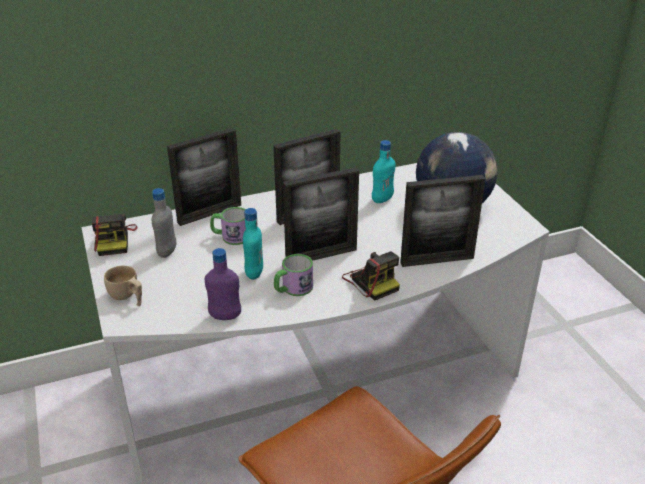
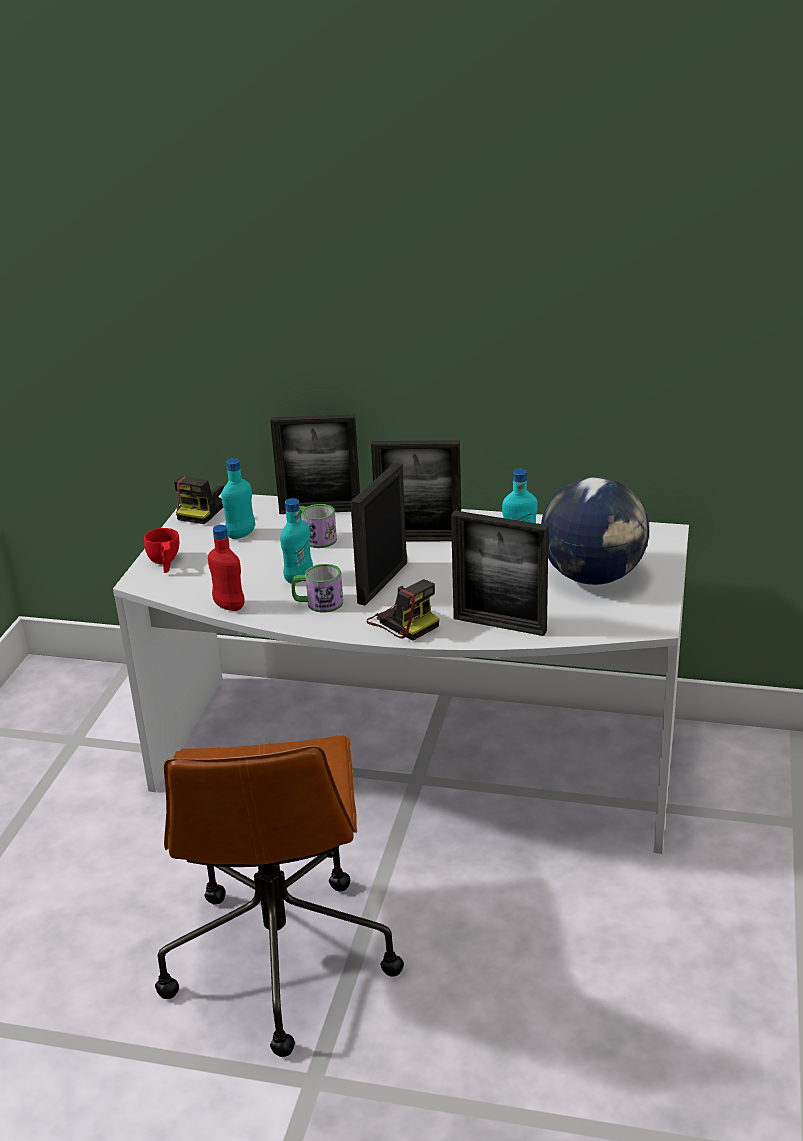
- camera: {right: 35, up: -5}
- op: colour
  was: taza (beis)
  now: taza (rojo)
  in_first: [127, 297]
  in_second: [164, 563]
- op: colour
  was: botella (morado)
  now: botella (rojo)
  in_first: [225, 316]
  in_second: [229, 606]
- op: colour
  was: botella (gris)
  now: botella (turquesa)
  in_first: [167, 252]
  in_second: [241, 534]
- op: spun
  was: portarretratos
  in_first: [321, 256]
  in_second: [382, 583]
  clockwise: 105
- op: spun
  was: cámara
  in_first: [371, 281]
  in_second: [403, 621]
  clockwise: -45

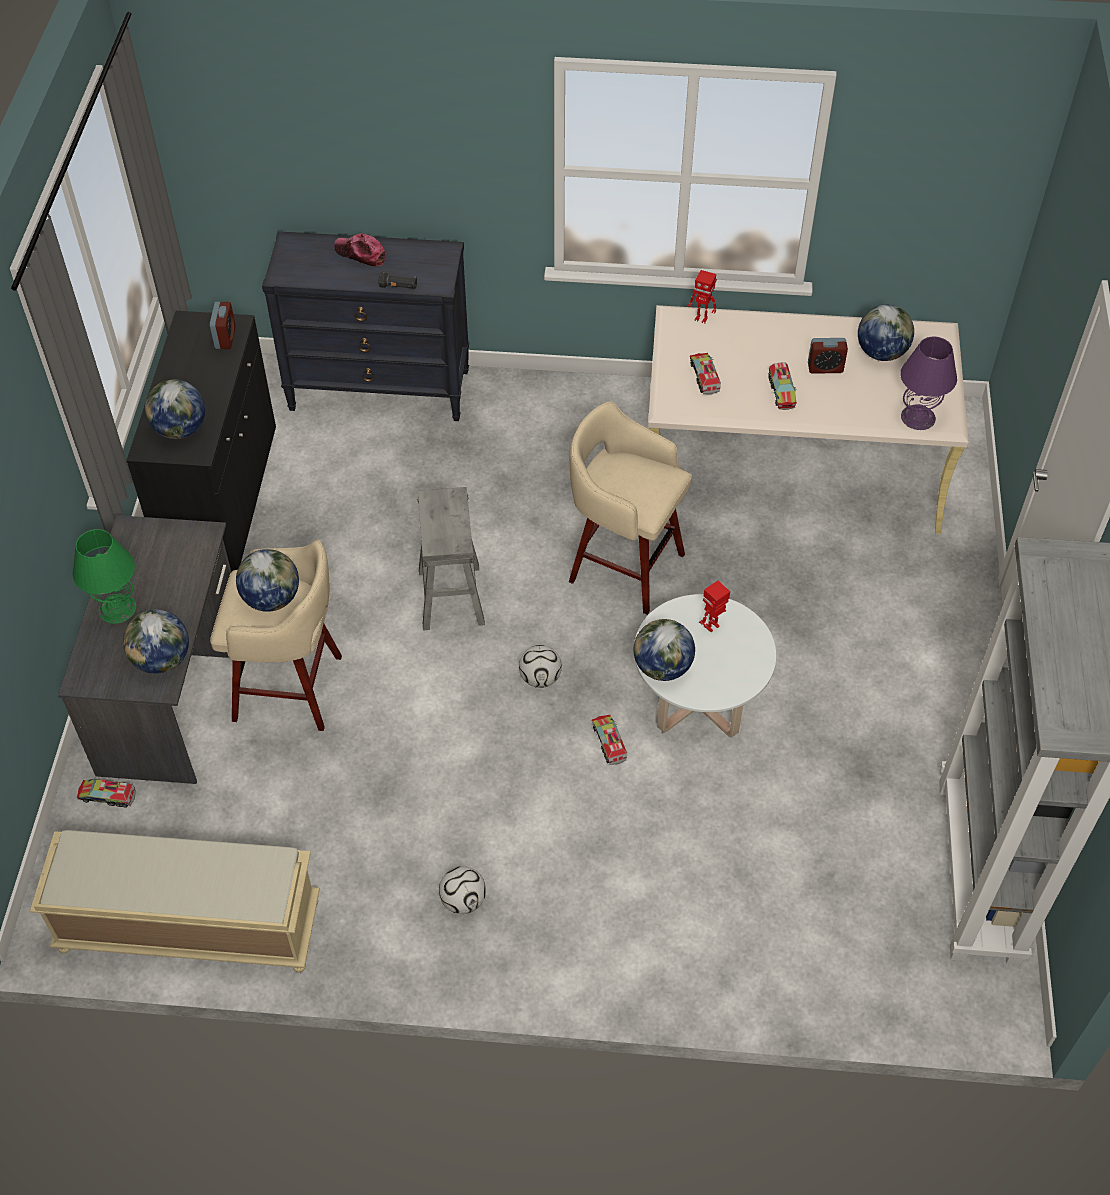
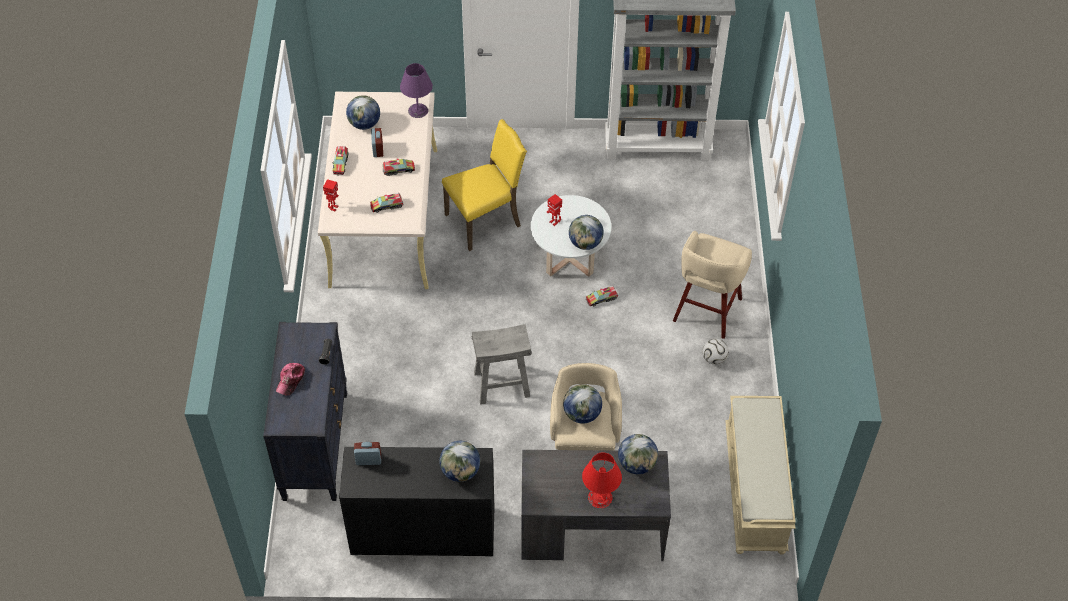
- camera: {right: -95, up: 0}
- op: relocated
  was: camión de juguete
  in_first: [107, 796]
  in_second: [340, 163]
- op: appeared
  now: silla (amarillo)
  in_second: [485, 221]
- op: colour
  was: lámpara de mesa (verde)
  now: lámpara de mesa (rojo)
  in_first: [117, 608]
  in_second: [599, 497]
- op: relocated
  was: taburete (beis)
  in_first: [623, 566]
  in_second: [706, 311]
- op: missing
  was: balón de fútbol
  in_first: [540, 678]

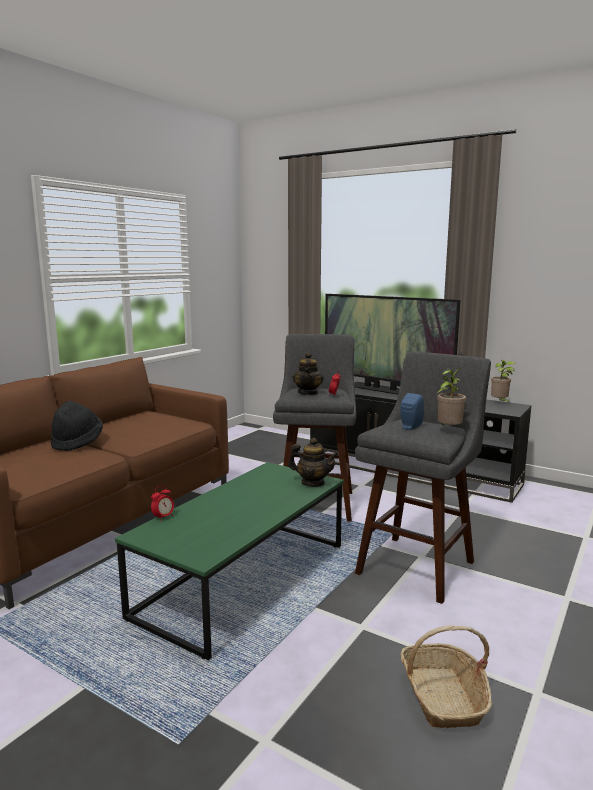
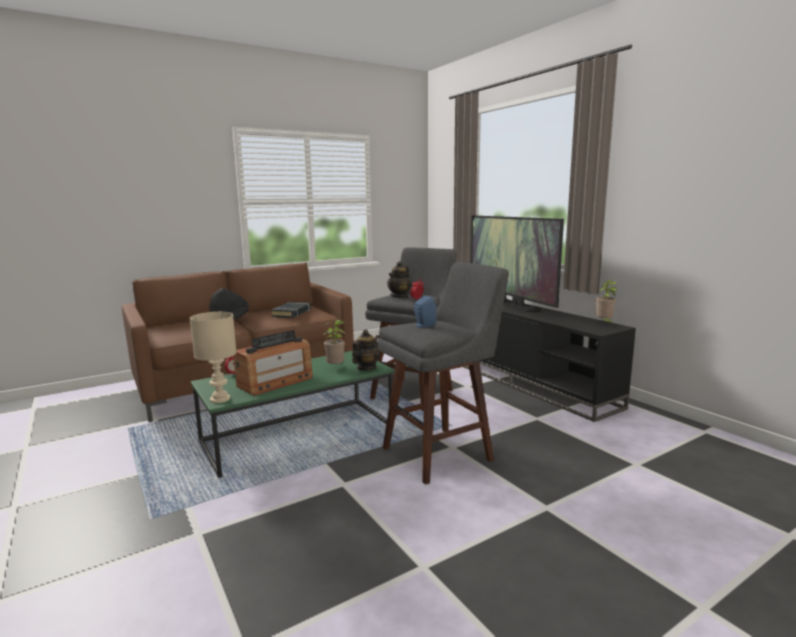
- camera: {right: 25, up: 0}
- op: appeared
  now: lámpara de mesa (beis)
  in_second: [219, 399]
- op: appeared
  now: radio
  in_second: [275, 382]
- op: appeared
  now: libro (negro)
  in_second: [292, 313]
- op: relocated
  was: planta en maceta
  in_first: [449, 430]
  in_second: [336, 368]
- op: spun
  was: tetera
  in_first: [313, 483]
  in_second: [366, 368]
  clockwise: -105
- op: missing
  was: cesta
  in_first: [443, 697]

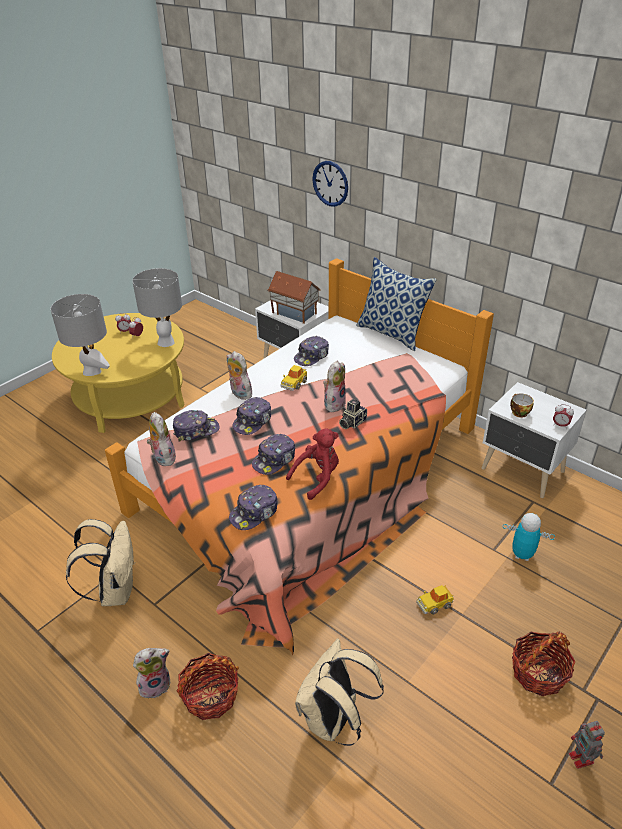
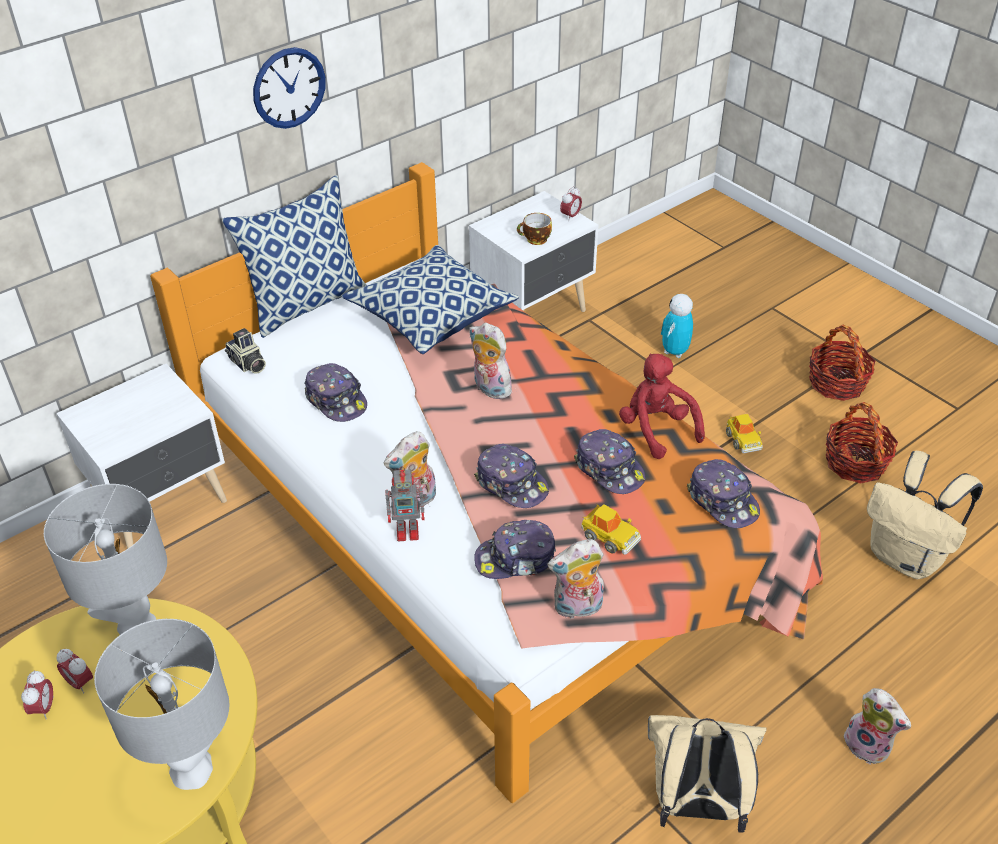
- camera: {right: -80, up: 5}
- op: relocated
  was: cámara
  in_first: [351, 422]
  in_second: [247, 364]
- op: relocated
  was: reloj de pared
  in_first: [330, 183]
  in_second: [289, 88]
- op: appeared
  now: cojín
  in_second: [431, 315]
- op: relocated
  was: robot de juguete
  in_first: [582, 759]
  in_second: [409, 531]
- op: spun
  was: gorra
  in_first: [196, 430]
  in_second: [516, 559]
  clockwise: -90
- op: relocated
  was: coche de juguete
  in_first: [294, 383]
  in_second: [609, 537]
- op: relocated
  was: cesta
  in_first: [210, 695]
  in_second: [855, 463]
- op: spun
  was: peluche
  in_first: [155, 684]
  in_second: [869, 745]
  clockwise: 150
- op: missing
  was: casita
  in_first: [295, 312]

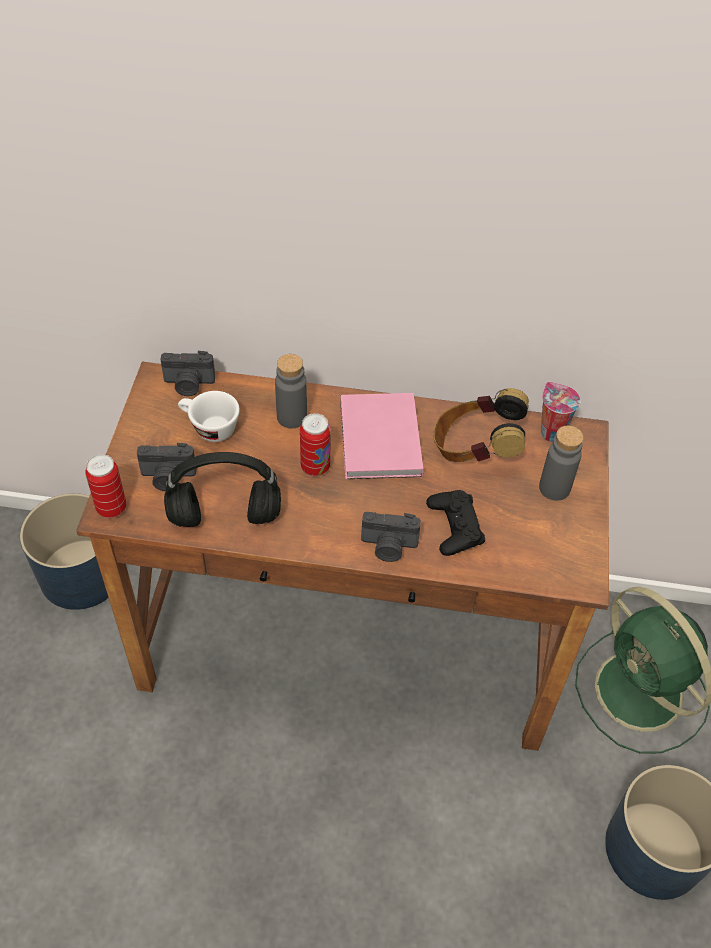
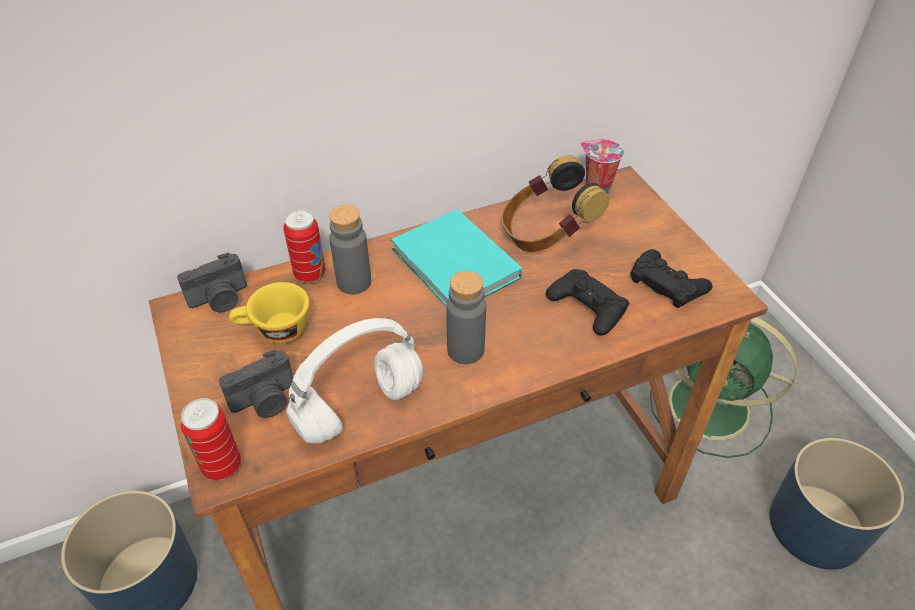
- camera: {right: -30, up: -5}
- op: colour
  was: taza (blanco)
  now: taza (amarillo)
  in_first: [209, 428]
  in_second: [274, 331]
- op: relocated
  was: lata
  in_first: [315, 467]
  in_second: [310, 274]
- op: colour
  was: auriculares (negro)
  now: auriculares (blanco)
  in_first: [223, 517]
  in_second: [358, 411]
- op: colour
  was: libro (rosa)
  now: libro (turquesa)
  in_first: [378, 441]
  in_second: [455, 266]
- op: relocated
  was: botella (gris)
  in_first: [554, 488]
  in_second: [465, 350]
- op: appeared
  now: mando de consola (negro)
  in_second: [667, 283]
- op: missing
  was: cámara
  in_first: [388, 547]

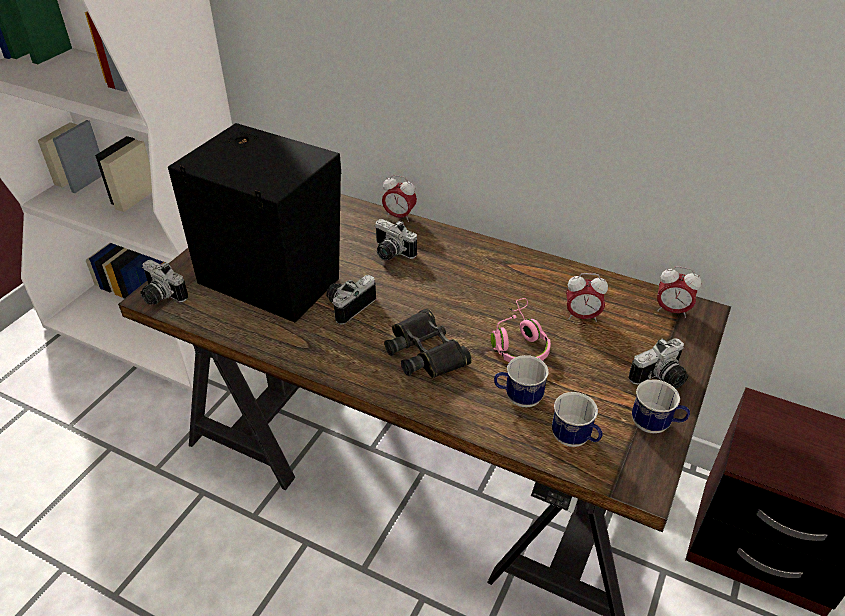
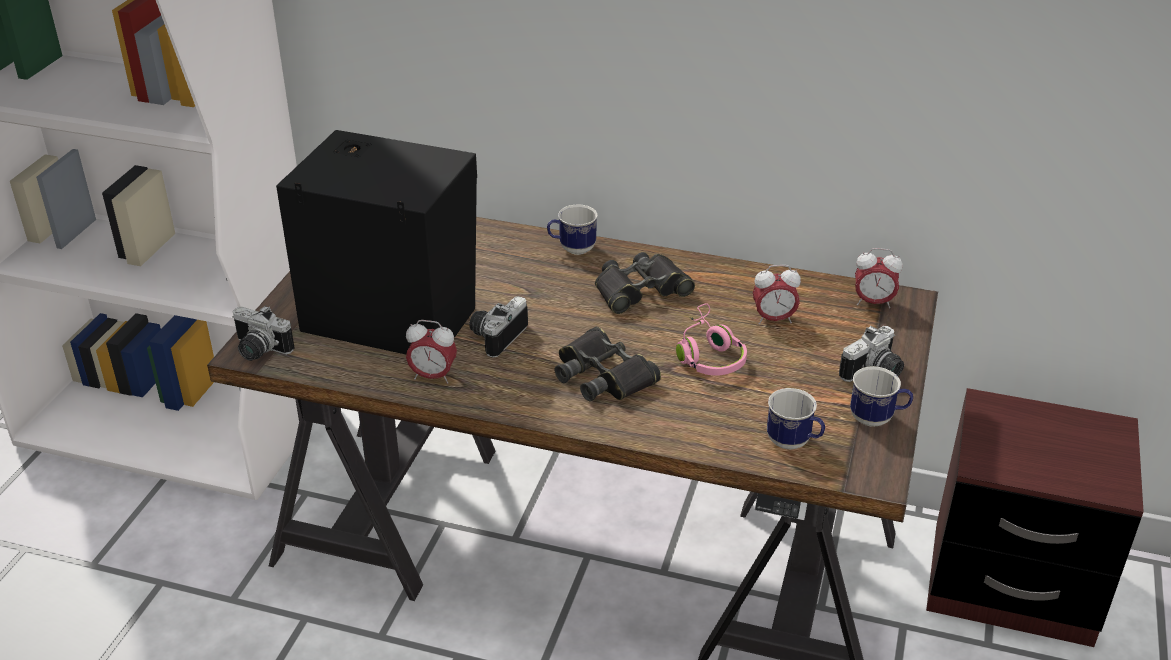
- camera: {right: -10, up: -5}
- op: relocated
  was: despertador
  in_first: [399, 216]
  in_second: [433, 376]
- op: relocated
  was: taza grande
  in_first: [518, 398]
  in_second: [572, 249]
- op: appeared
  now: prismáticos (negro)
  in_second: [640, 290]
- op: missing
  was: cámara
  in_first: [390, 253]

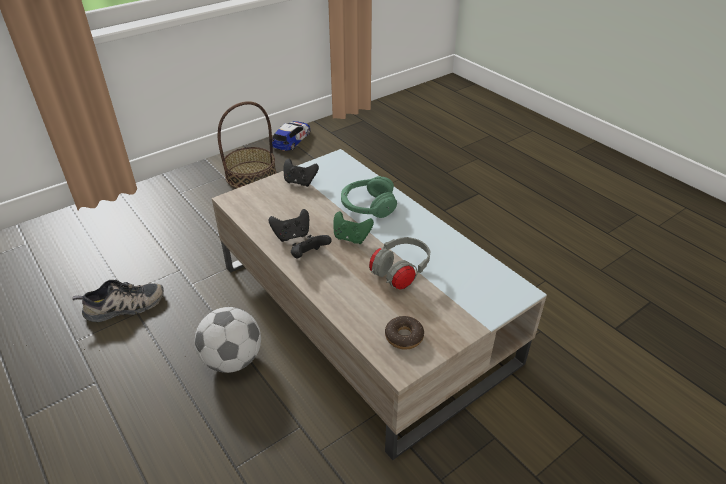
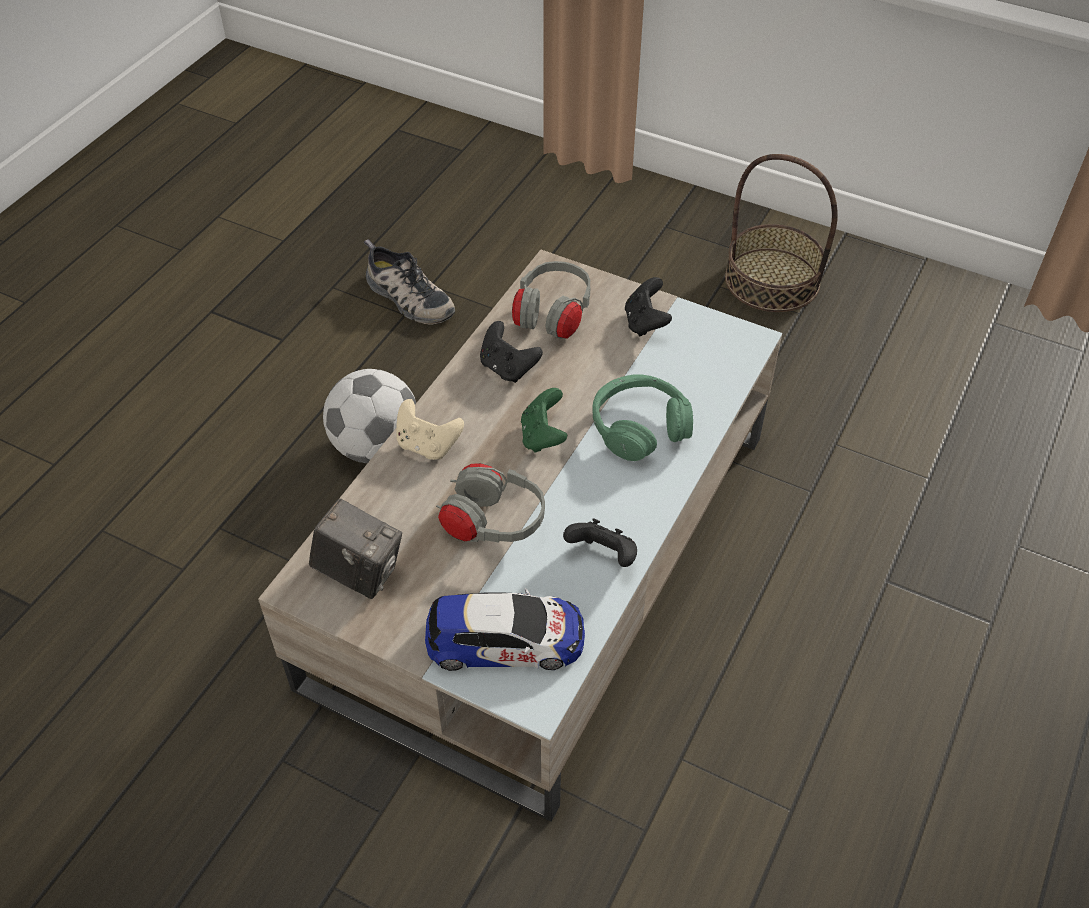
- camera: {right: 65, up: 10}
- op: exchanged
  was: rosquilla
  now: cámara
  in_first: [404, 337]
  in_second: [359, 572]
- op: appeared
  now: mando de consola (beis)
  in_second: [427, 445]
- op: relocated
  was: coche de juguete
  in_first: [291, 139]
  in_second: [505, 639]
- op: appeared
  now: auriculares (gris)
  in_second: [552, 317]
- op: relocated
  was: mando de consola (negro)
  in_first: [309, 256]
  in_second: [603, 556]

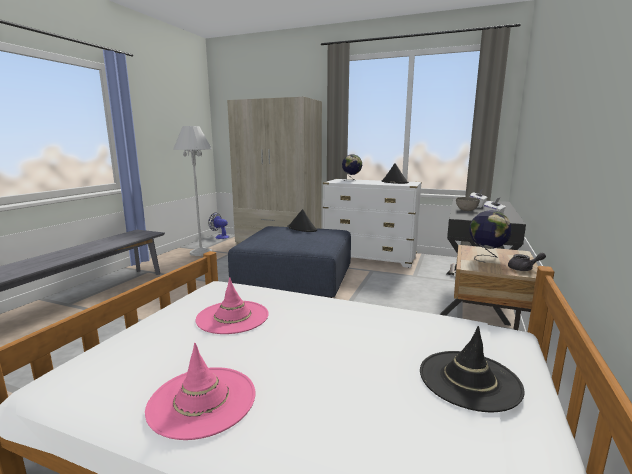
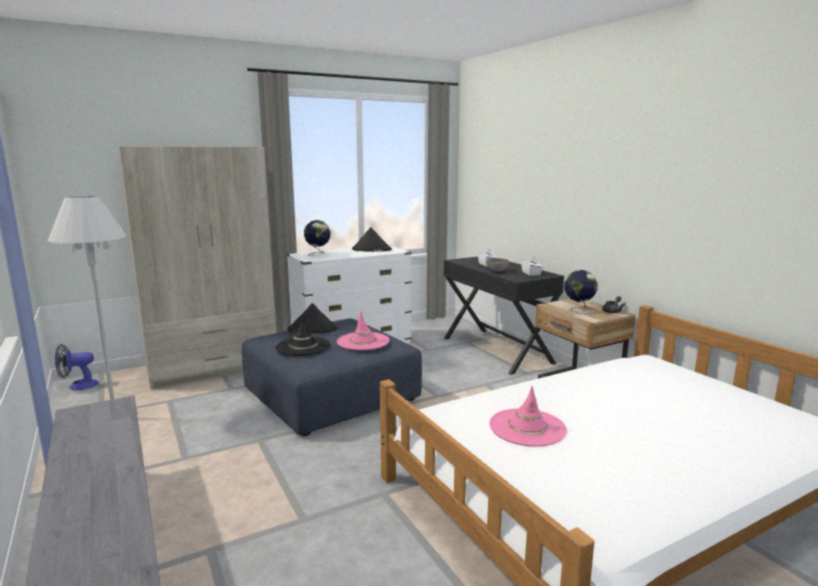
- camera: {right: -50, up: 0}
- op: relocated
  was: sombrero (negro)
  in_first: [469, 379]
  in_second: [303, 347]
- op: relocated
  was: sombrero (rosa)
  in_first: [202, 401]
  in_second: [363, 341]

